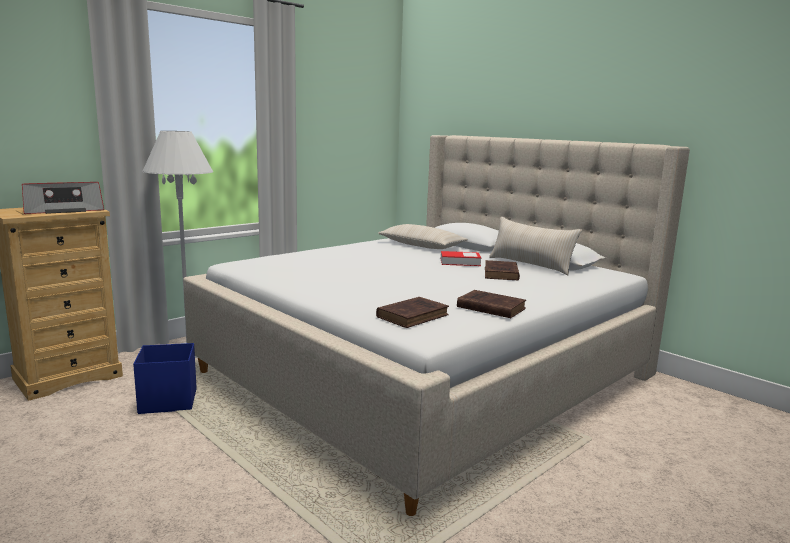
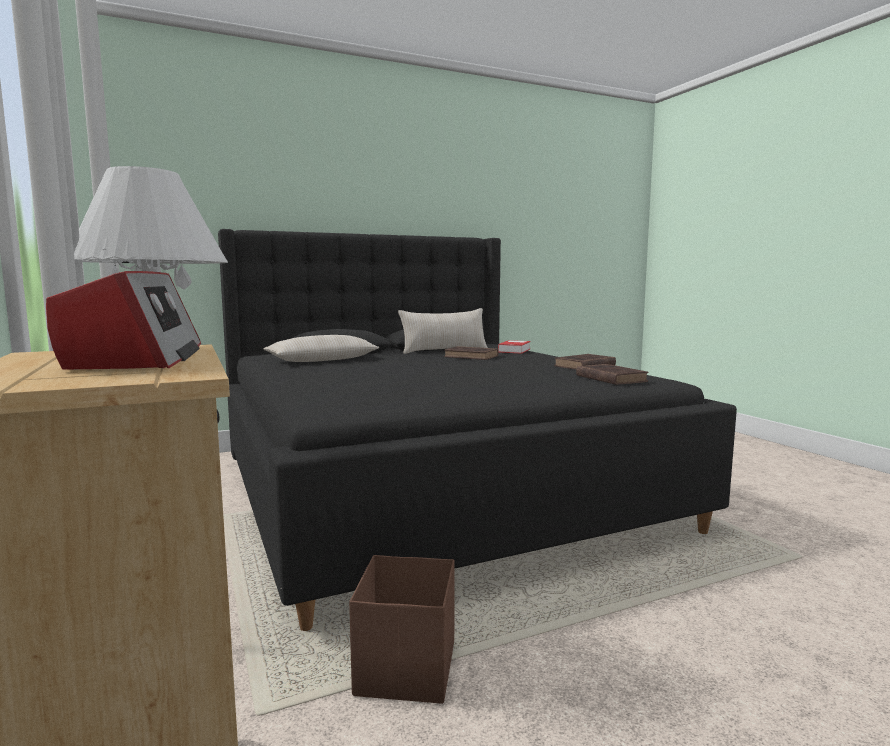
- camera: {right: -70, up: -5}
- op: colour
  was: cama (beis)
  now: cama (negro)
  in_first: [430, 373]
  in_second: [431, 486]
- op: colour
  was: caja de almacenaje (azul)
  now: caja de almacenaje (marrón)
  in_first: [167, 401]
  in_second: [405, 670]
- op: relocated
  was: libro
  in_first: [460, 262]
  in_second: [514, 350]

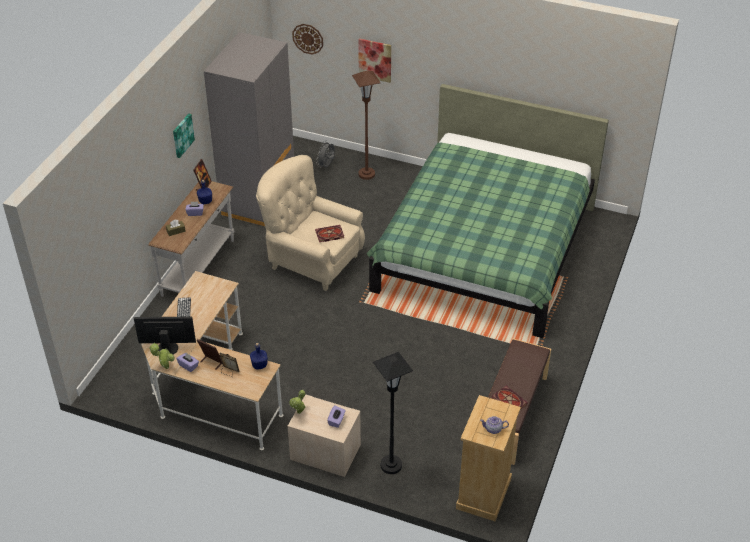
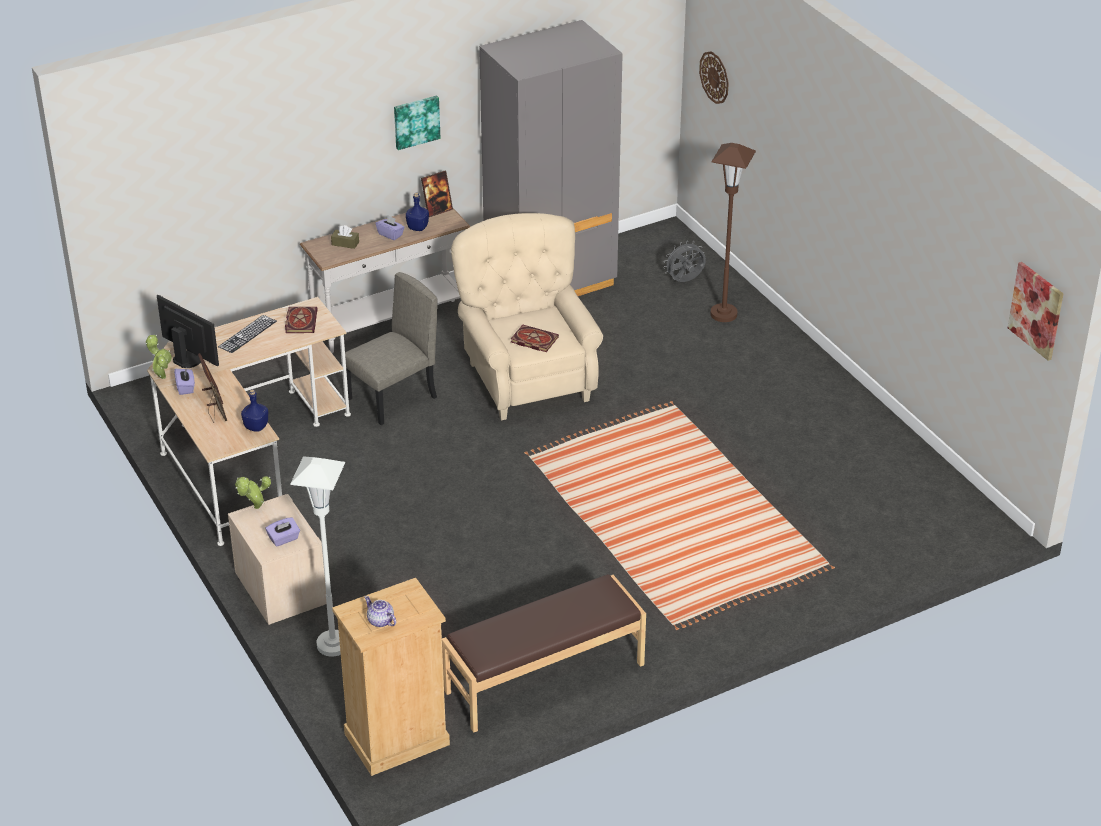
- camera: {right: 40, up: -5}
- op: relocated
  was: libro
  in_first: [508, 401]
  in_second: [300, 321]
- op: colour
  was: lámpara de pie (negro)
  now: lámpara de pie (blanco)
  in_first: [391, 465]
  in_second: [333, 645]
- op: appeared
  now: silla (beis)
  in_second: [392, 398]
- op: relocated
  was: cuadro
  in_first: [375, 60]
  in_second: [1036, 310]
- op: missing
  was: cama (verde)
  in_first: [484, 249]

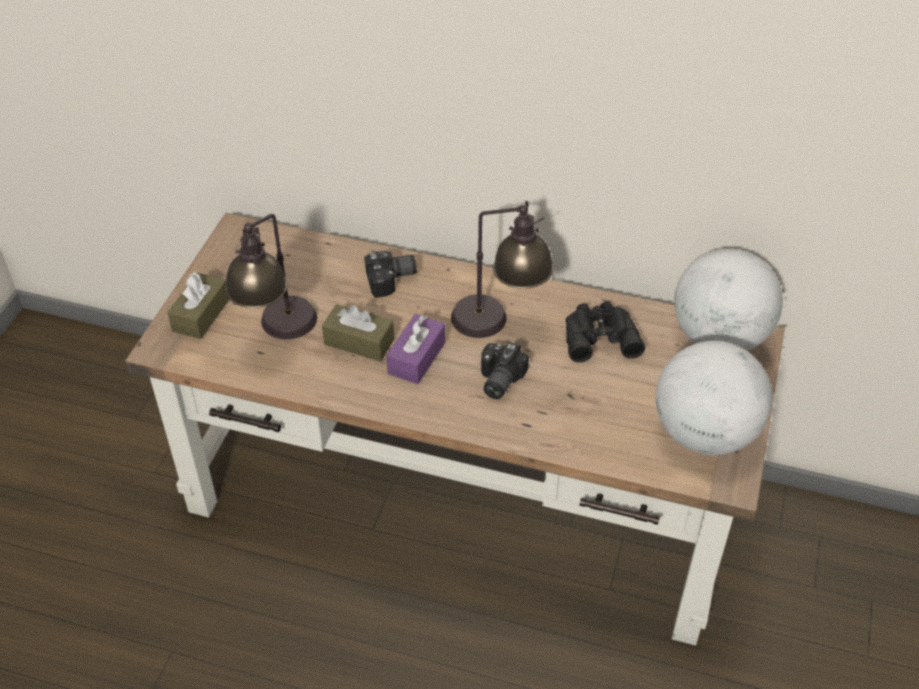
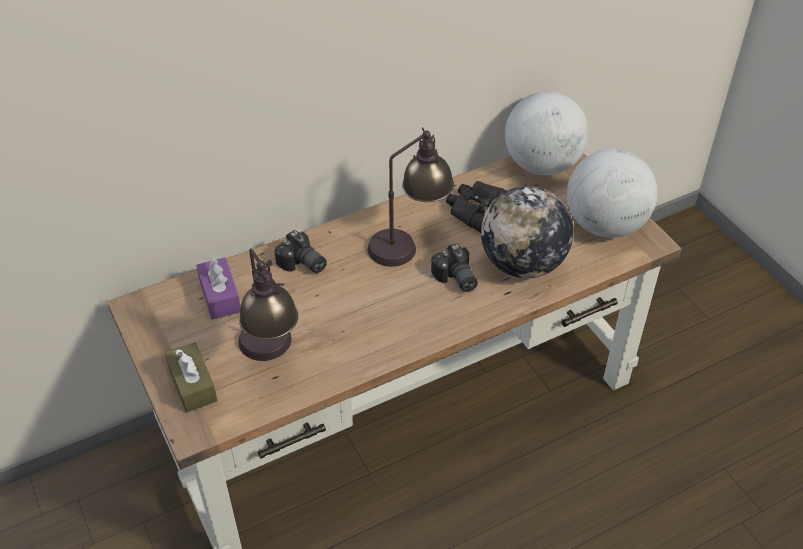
- camera: {right: -45, up: 0}
- op: relocated
  was: caja de pañuelos (morado)
  in_first: [416, 358]
  in_second: [220, 296]
- op: spun
  was: cámara
  in_first: [392, 280]
  in_second: [302, 264]
  clockwise: 105
- op: appeared
  now: globo terráqueo
  in_second: [523, 264]
- op: missing
  was: caja de pañuelos (marrón)
  in_first: [359, 342]

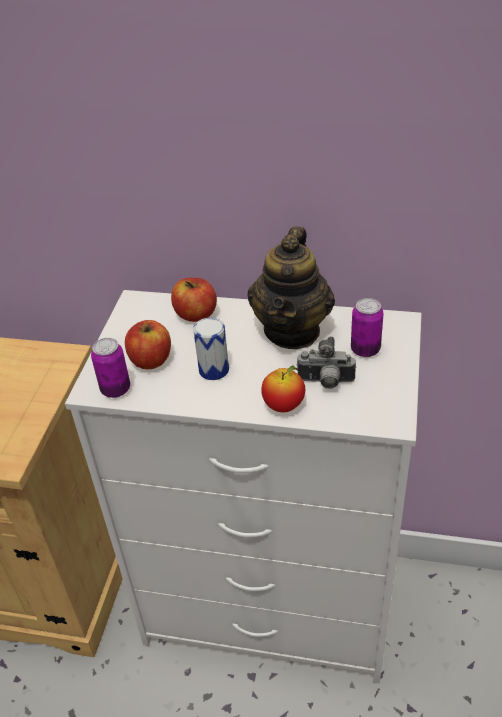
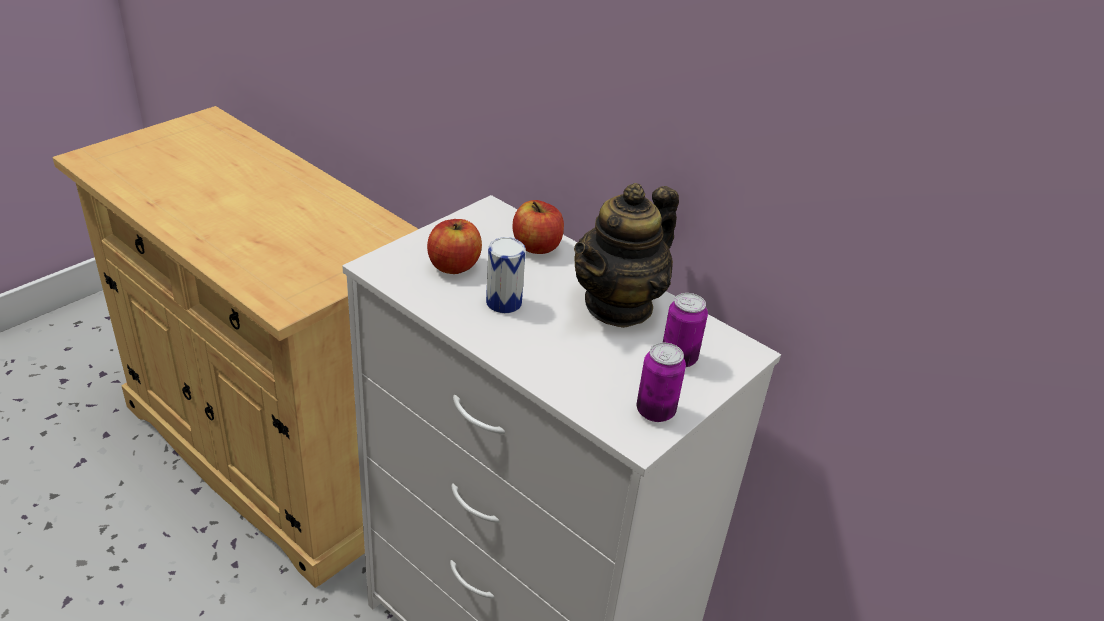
- camera: {right: 25, up: -5}
- op: relocated
  was: lata
  in_first: [115, 389]
  in_second: [655, 411]
- op: missing
  was: manzana
  in_first: [284, 406]
- op: missing
  was: cámara
  in_first: [325, 382]

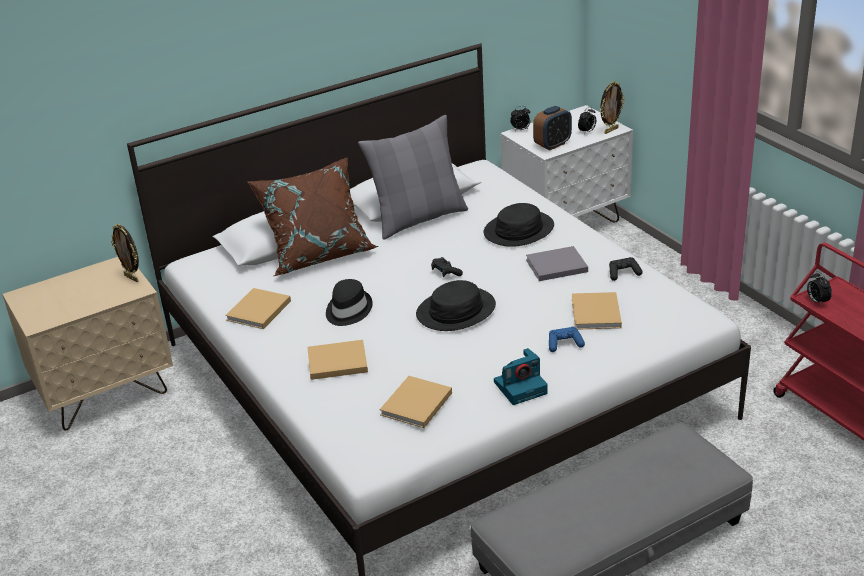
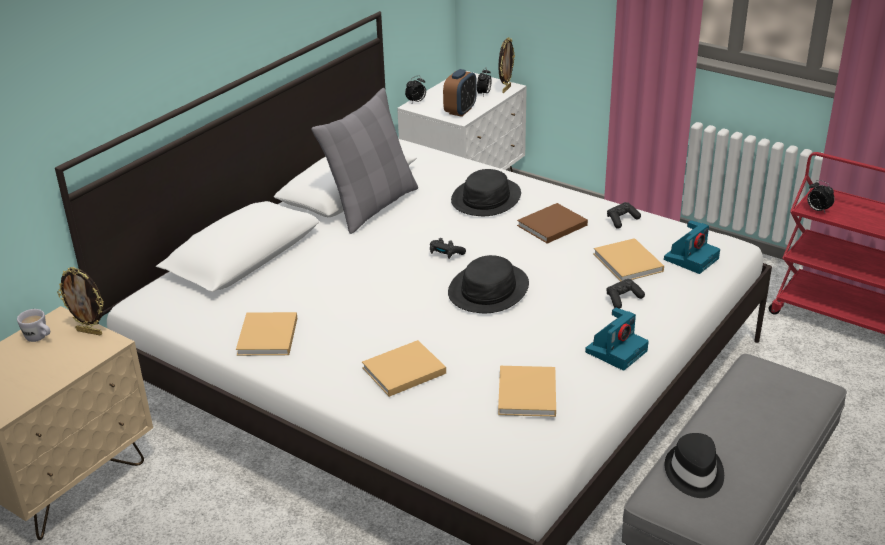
- camera: {right: -25, up: 0}
- op: appeared
  now: taza grande (blanco)
  in_second: [39, 338]
- op: colour
  was: libro (gris)
  now: libro (marrón)
  in_first: [554, 266]
  in_second: [550, 226]
- op: colour
  was: mando de consola (azul)
  now: mando de consola (negro)
  in_first: [564, 344]
  in_second: [623, 299]
- op: appeared
  now: cámara
  in_second: [691, 258]
- op: relocated
  was: sombrero (negro)
  in_first: [347, 310]
  in_second: [694, 473]
- op: missing
  was: cojín (marrón)
  in_first: [318, 253]

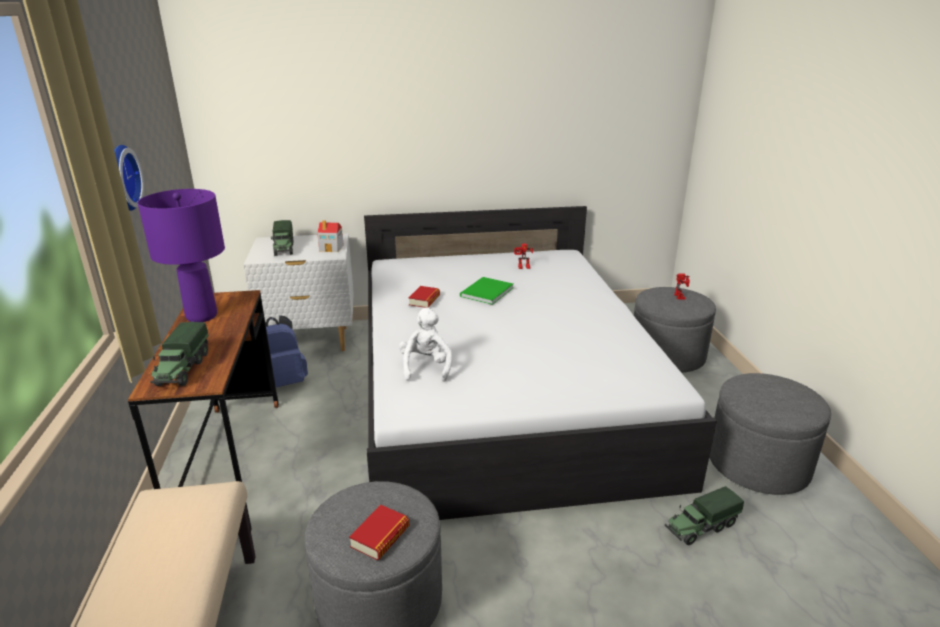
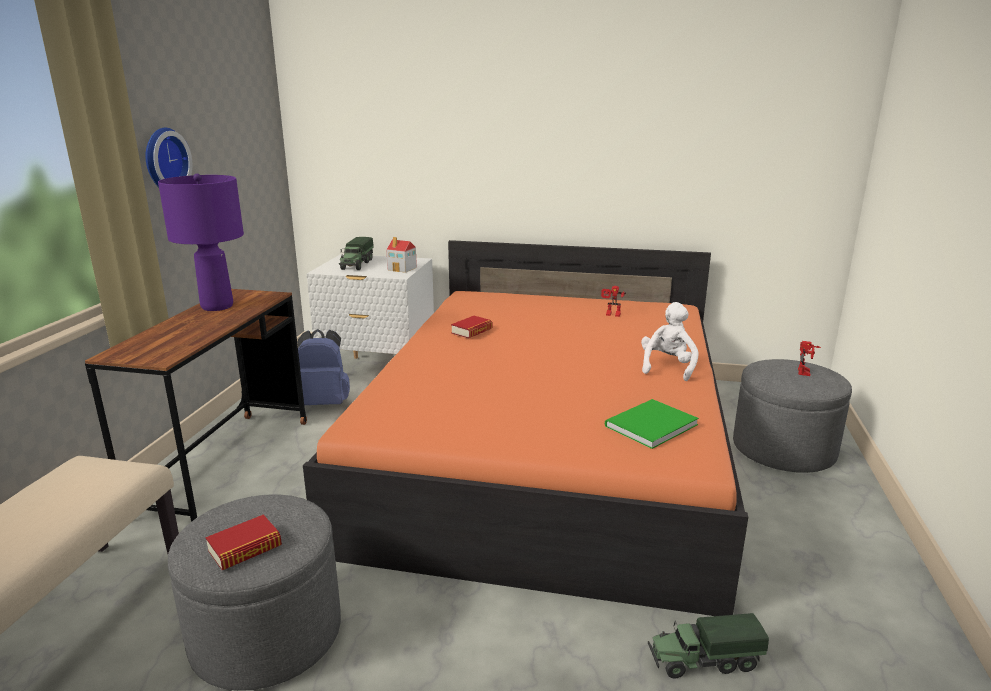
- camera: {right: 20, up: -5}
- op: colour
  was: cama (blanco)
  now: cama (naranja)
  in_first: [501, 389]
  in_second: [547, 449]
- op: relocated
  was: libro (verde)
  in_first: [485, 292]
  in_second: [648, 425]
- op: relocated
  was: peluche (blanco)
  in_first: [426, 367]
  in_second: [667, 367]
- op: missing
  was: camión de juguete
  in_first: [183, 369]
- op: missing
  was: puf (gris)
  in_first: [758, 464]

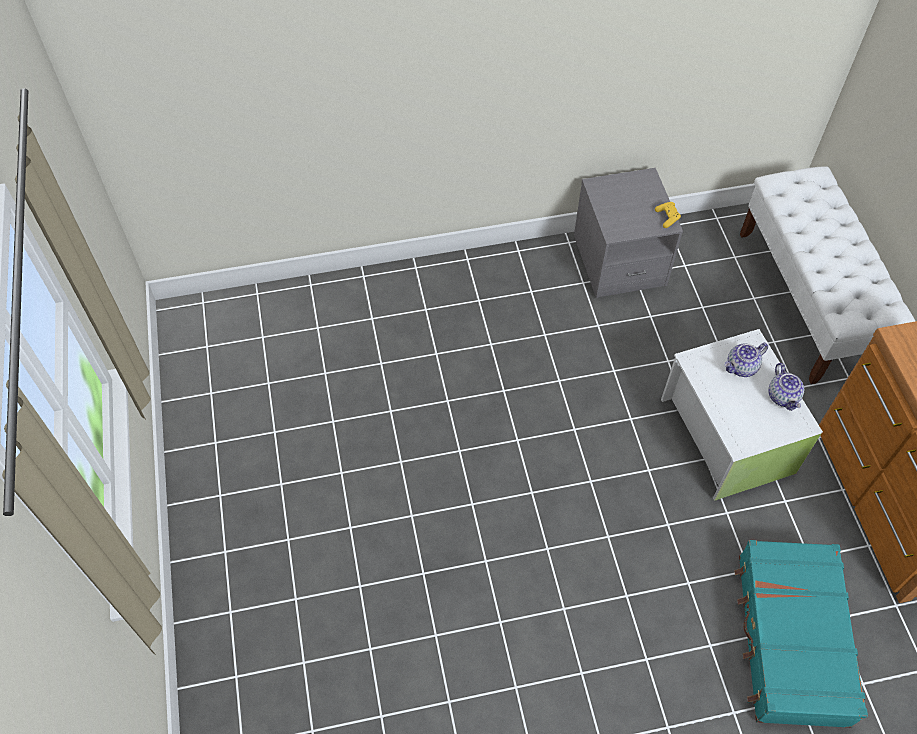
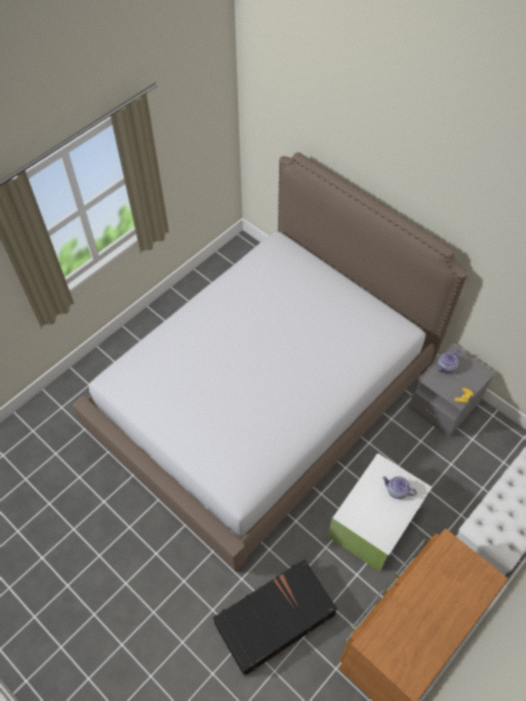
- camera: {right: 55, up: 0}
- op: appeared
  now: cama
  in_second: [263, 400]
- op: colour
  was: maleta (turquesa)
  now: maleta (negro)
  in_first: [790, 639]
  in_second: [274, 618]
- op: relocated
  was: tetera
  in_first: [783, 396]
  in_second: [446, 367]

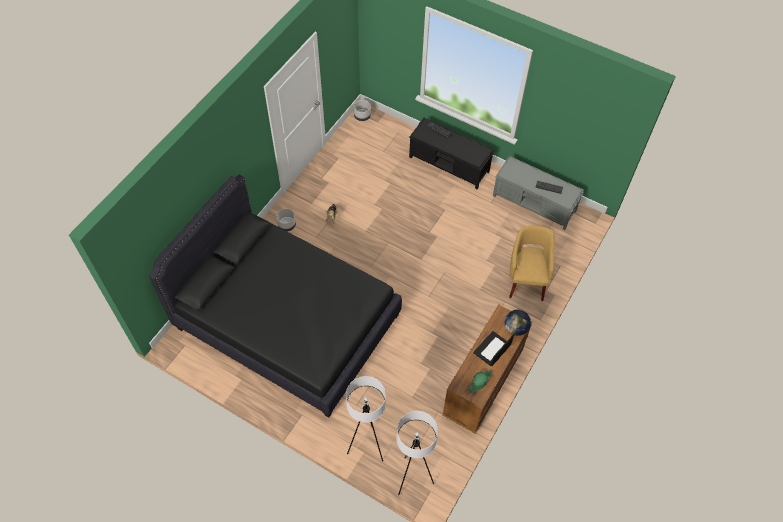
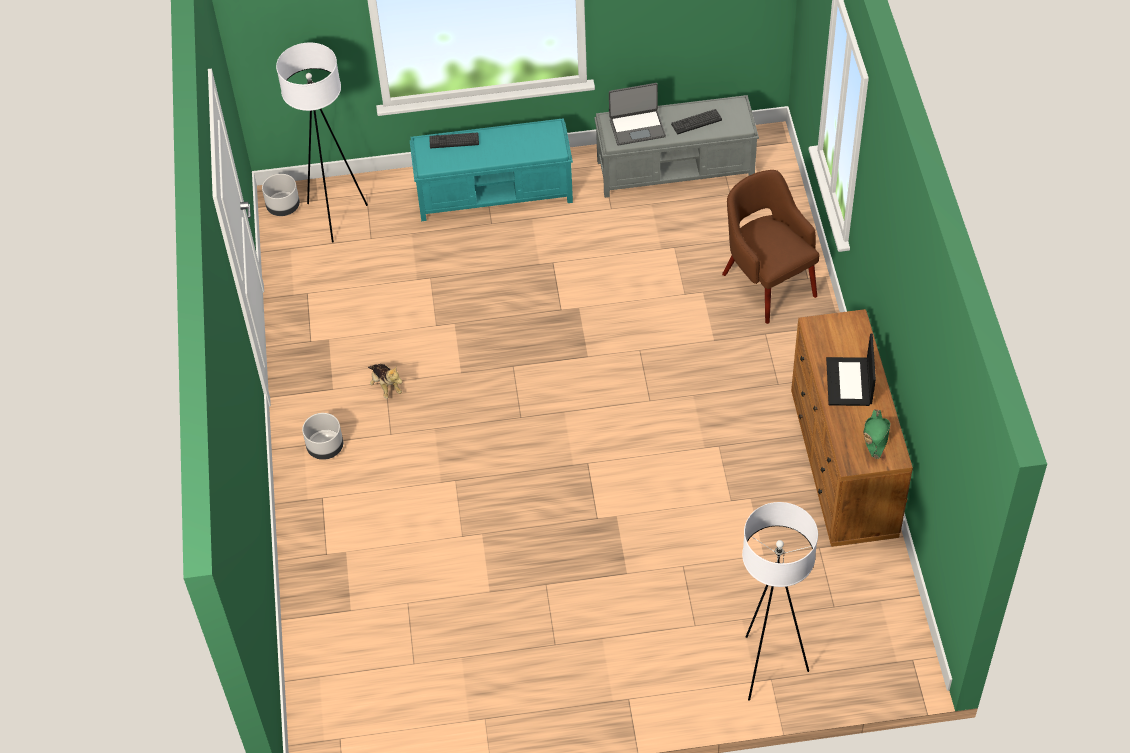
- camera: {right: -35, up: -5}
- op: relocated
  was: lámpara de pie (blanco)
  in_first: [412, 477]
  in_second: [335, 216]
- op: colour
  was: banco (negro)
  now: banco (turquesa)
  in_first: [449, 164]
  in_second: [495, 192]
- op: appeared
  now: portátil
  in_second: [637, 127]
- op: colour
  was: sillón (amarillo)
  now: sillón (marrón)
  in_first: [526, 280]
  in_second: [767, 282]
- op: missing
  was: cama (negro)
  in_first: [287, 322]
- op: missing
  was: globo terráqueo
  in_first: [515, 328]

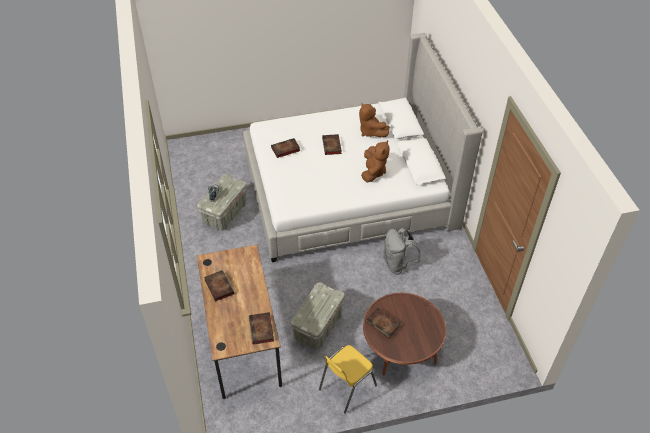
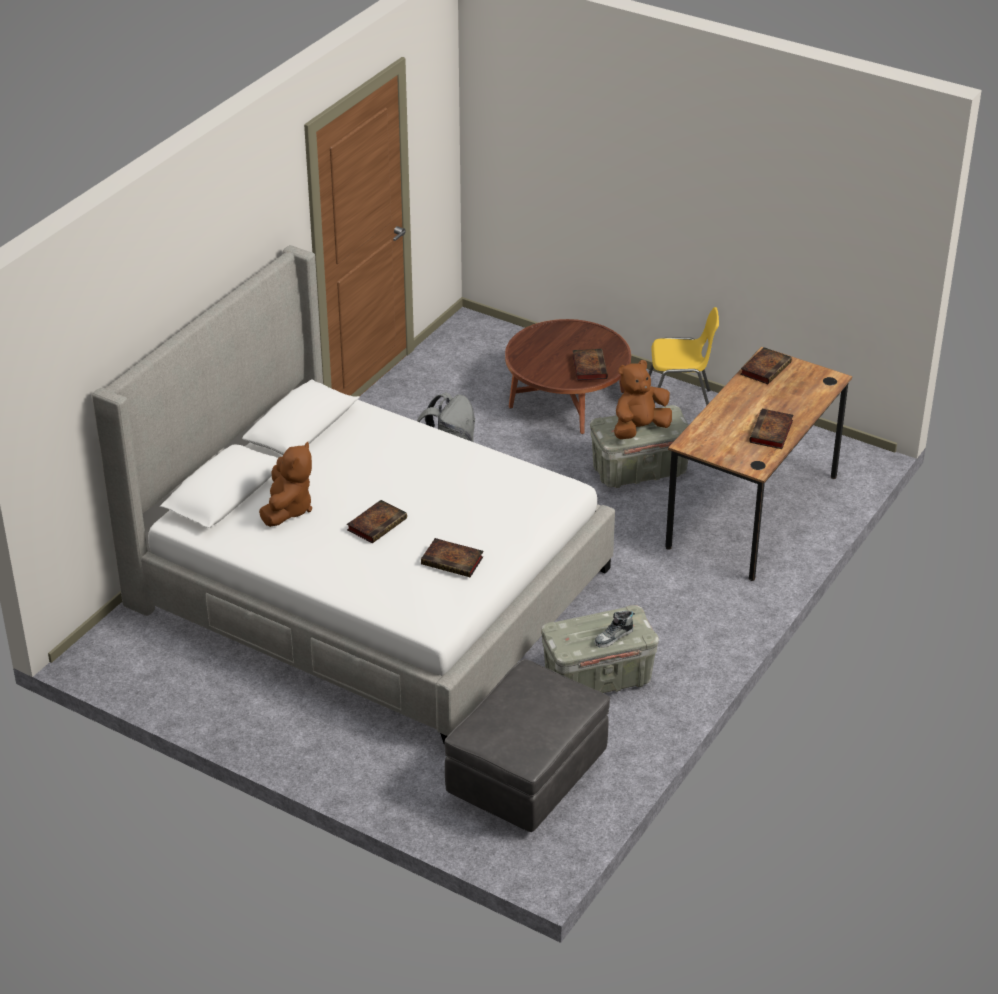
- camera: {right: -135, up: -10}
- op: appeared
  now: puf (gris)
  in_second: [527, 776]
- op: relocated
  was: peluche (marrón)
  in_first: [373, 172]
  in_second: [639, 429]

